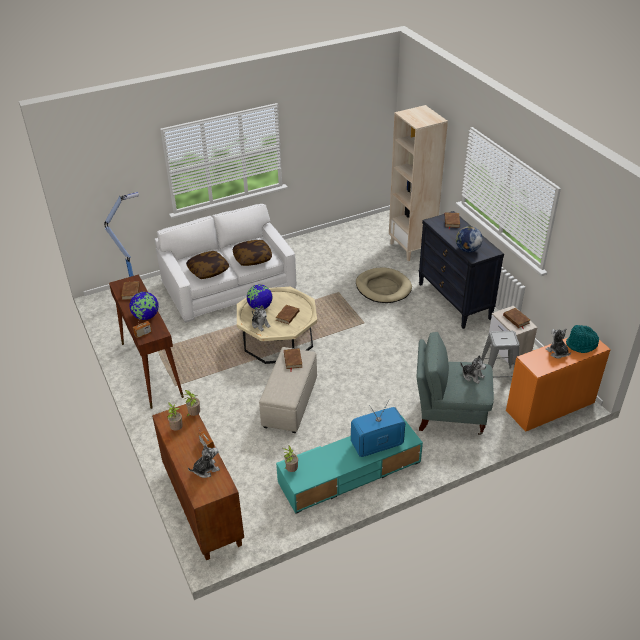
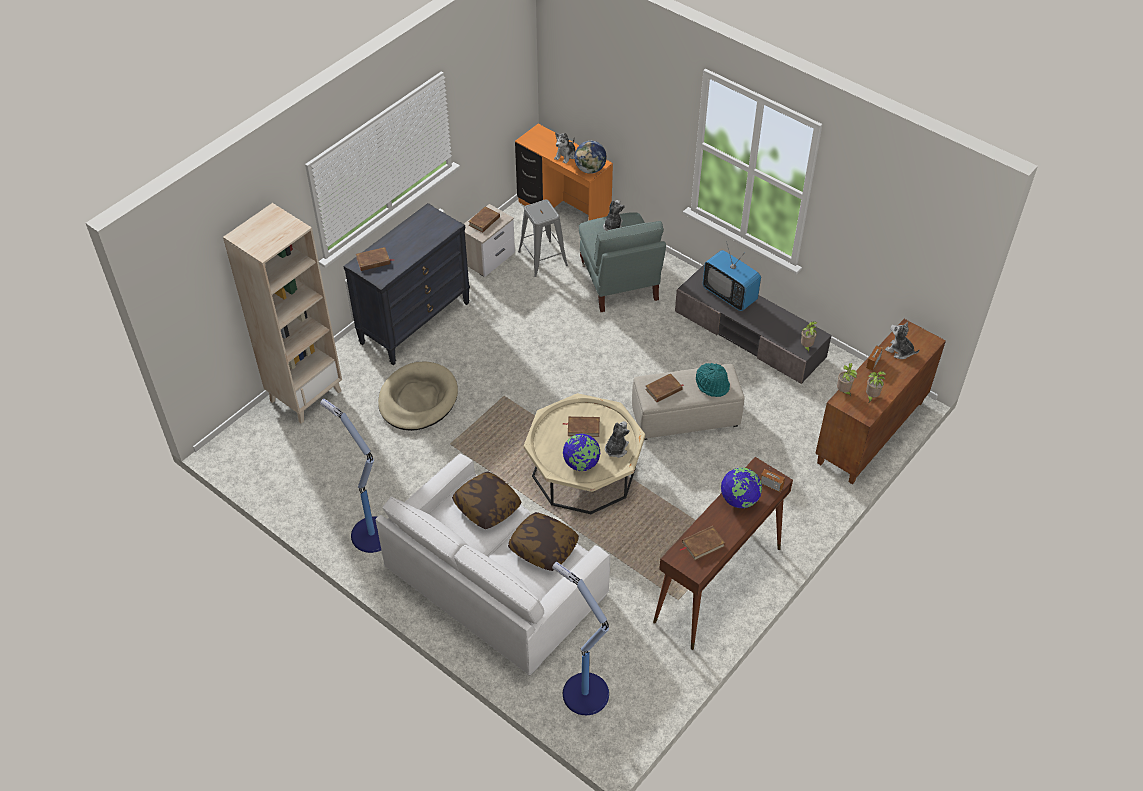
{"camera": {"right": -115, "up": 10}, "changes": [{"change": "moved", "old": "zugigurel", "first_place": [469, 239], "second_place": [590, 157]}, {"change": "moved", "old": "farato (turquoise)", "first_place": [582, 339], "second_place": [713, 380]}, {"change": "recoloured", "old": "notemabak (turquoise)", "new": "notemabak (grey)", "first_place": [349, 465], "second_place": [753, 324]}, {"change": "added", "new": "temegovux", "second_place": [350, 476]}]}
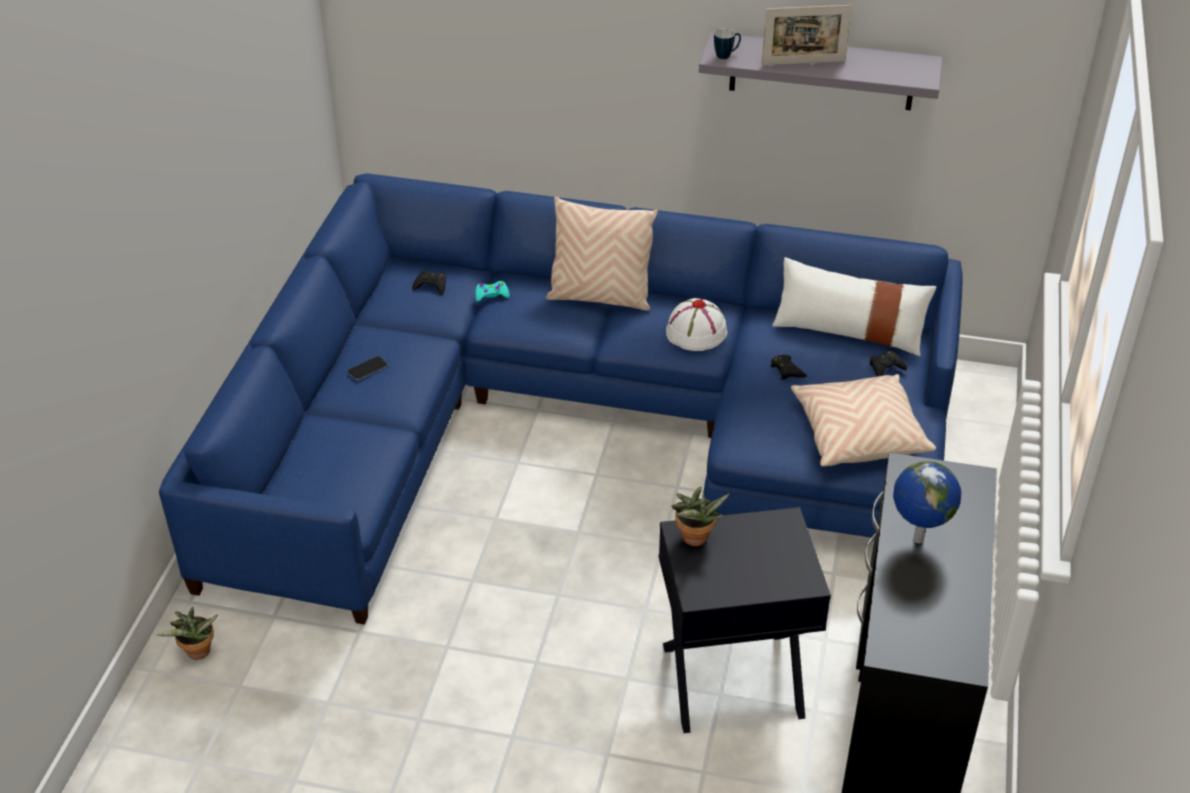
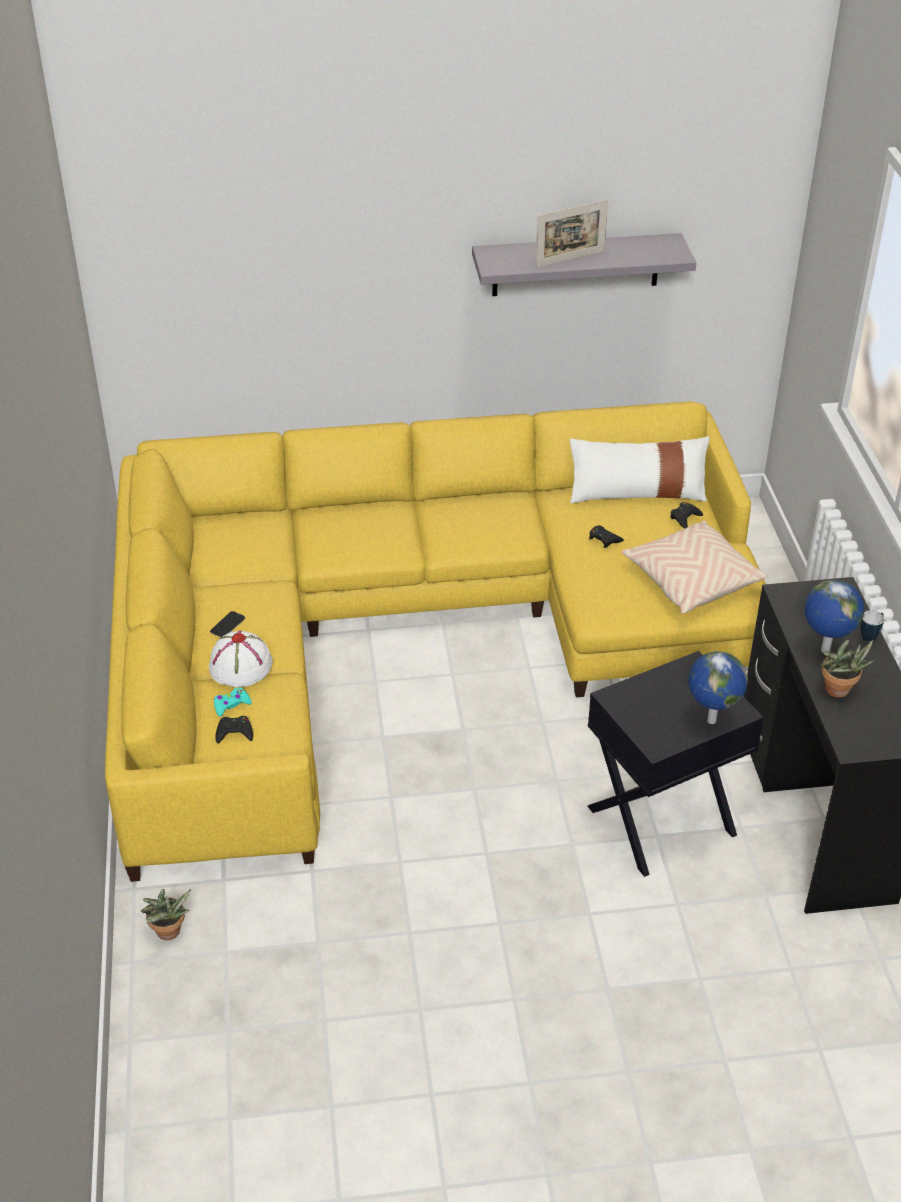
{"camera": {"right": -20, "up": 0}, "changes": [{"change": "moved", "old": "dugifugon", "first_place": [727, 43], "second_place": [872, 626]}, {"change": "recoloured", "old": "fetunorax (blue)", "new": "fetunorax (yellow)", "first_place": [561, 399], "second_place": [435, 641]}, {"change": "removed", "old": "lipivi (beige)", "first_place": [602, 254]}, {"change": "moved", "old": "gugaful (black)", "first_place": [429, 282], "second_place": [234, 729]}, {"change": "moved", "old": "gugaful (turquoise)", "first_place": [492, 291], "second_place": [233, 701]}, {"change": "moved", "old": "farato (white)", "first_place": [696, 324], "second_place": [241, 659]}, {"change": "moved", "old": "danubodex", "first_place": [700, 516], "second_place": [847, 669]}, {"change": "added", "new": "zugigurel", "second_place": [718, 687]}]}
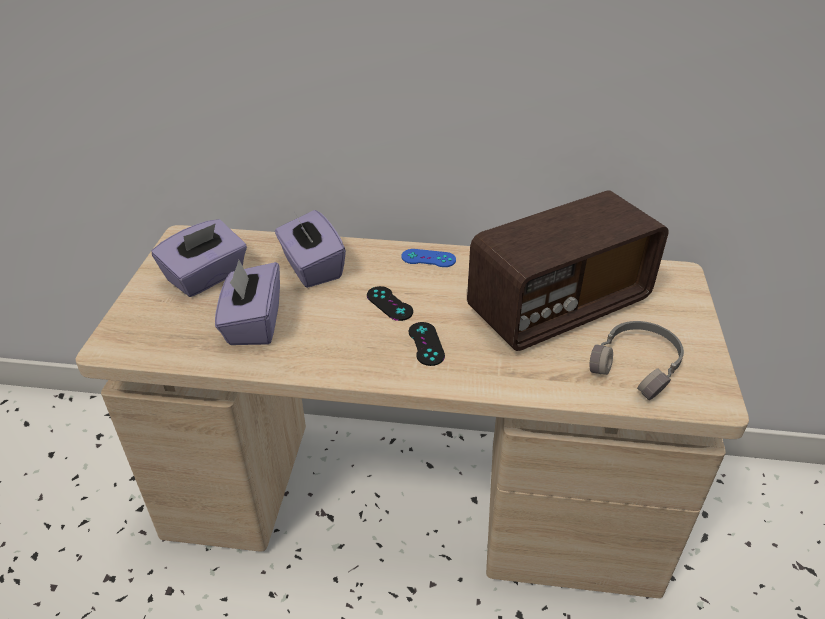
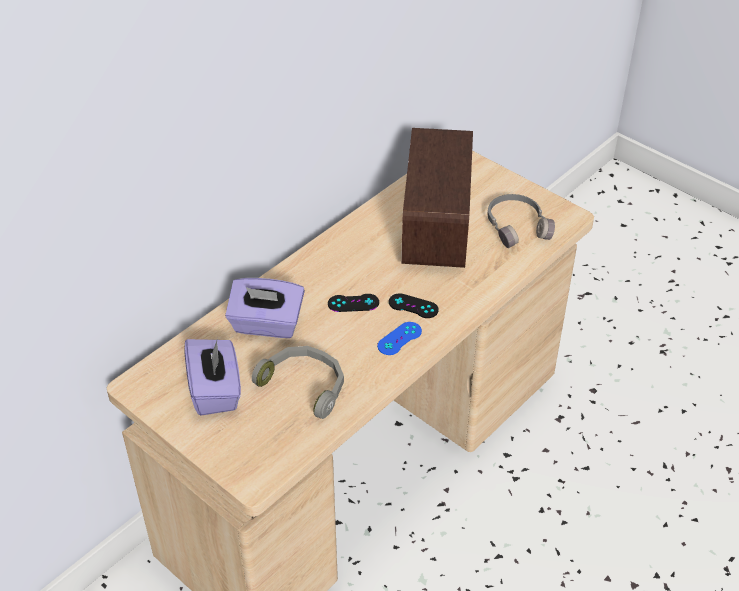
{"camera": {"right": -55, "up": 5}, "changes": [{"change": "moved", "old": "gugaful (blue)", "first_place": [428, 258], "second_place": [399, 338]}, {"change": "replaced", "old": "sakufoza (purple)", "new": "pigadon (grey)", "first_place": [247, 302], "second_place": [298, 382]}]}
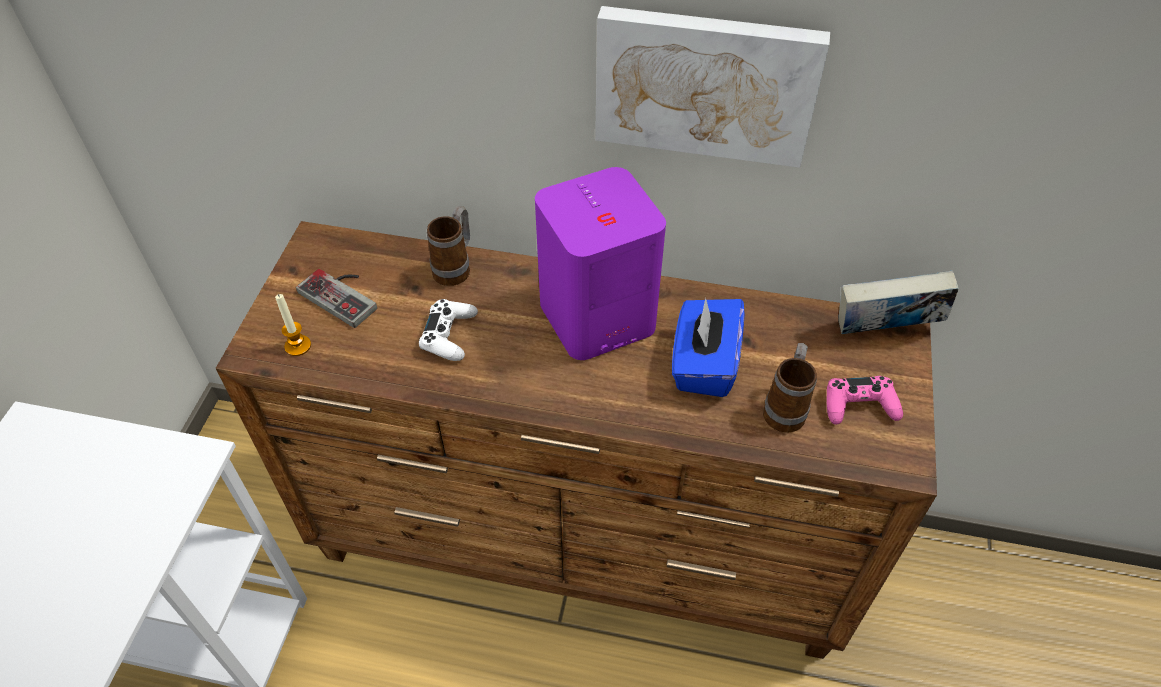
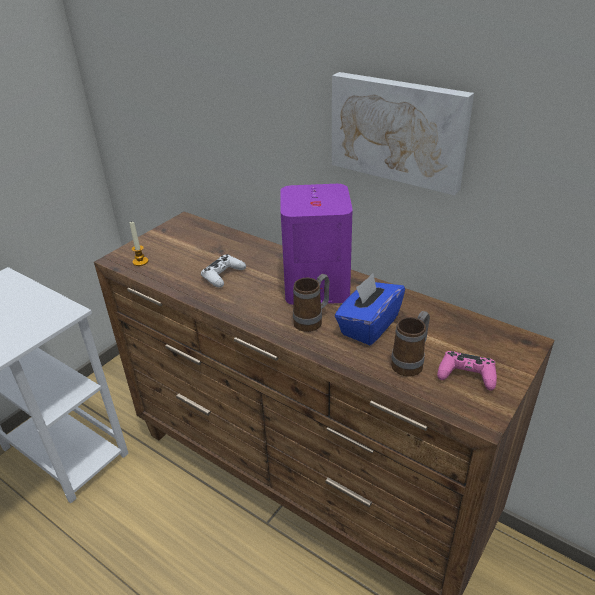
{"camera": {"right": 25, "up": -15}, "changes": [{"change": "moved", "old": "dugifugon", "first_place": [448, 246], "second_place": [311, 303]}, {"change": "removed", "old": "gugaful", "first_place": [336, 298]}, {"change": "removed", "old": "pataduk", "first_place": [898, 302]}]}
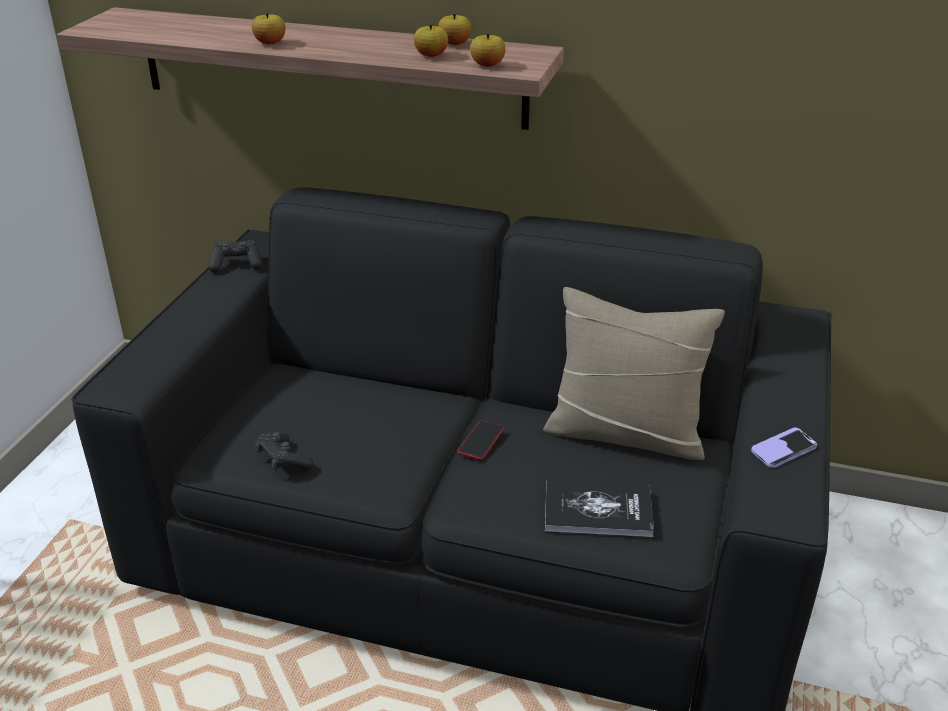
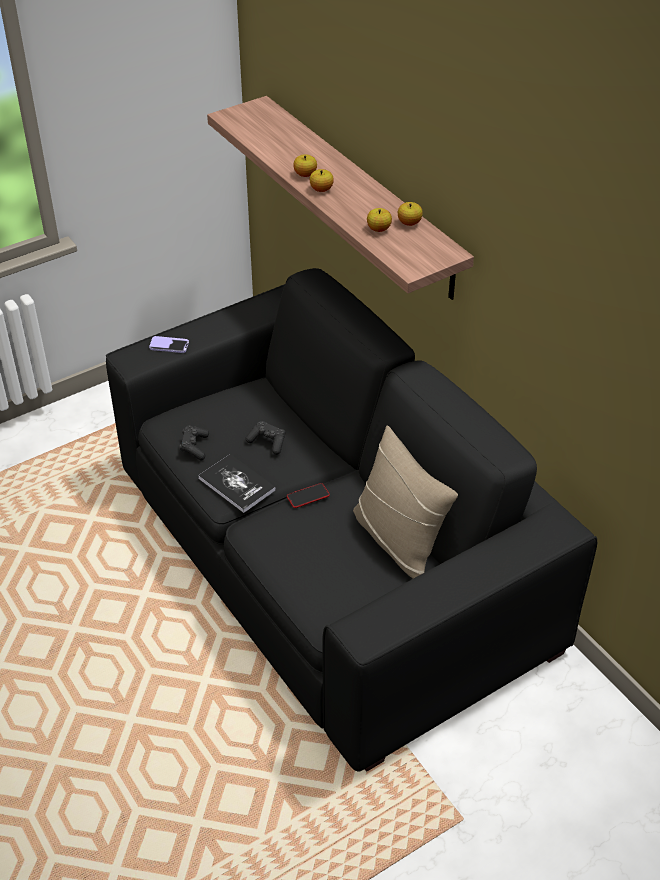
{"camera": {"right": 40, "up": 10}, "changes": [{"change": "moved", "old": "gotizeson", "first_place": [488, 50], "second_place": [322, 180]}, {"change": "moved", "old": "gugaful (black)", "first_place": [236, 256], "second_place": [265, 438]}, {"change": "moved", "old": "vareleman", "first_place": [784, 448], "second_place": [169, 344]}, {"change": "moved", "old": "pataduk", "first_place": [599, 508], "second_place": [237, 483]}]}
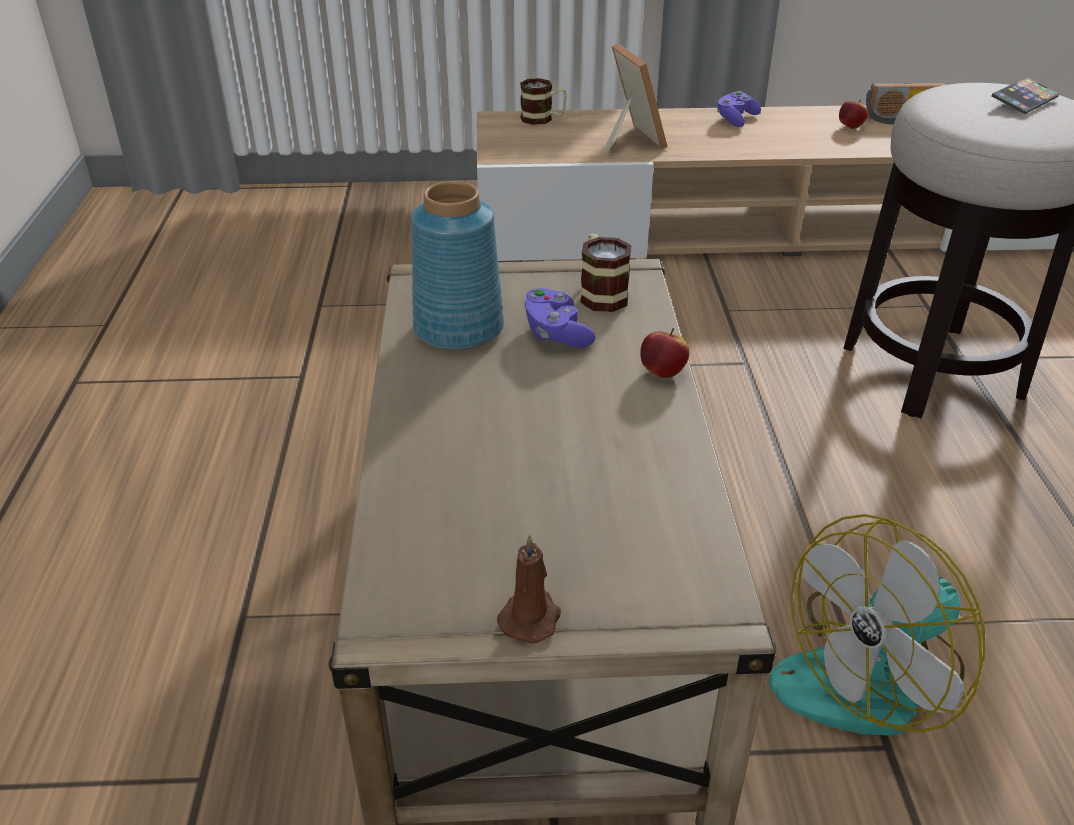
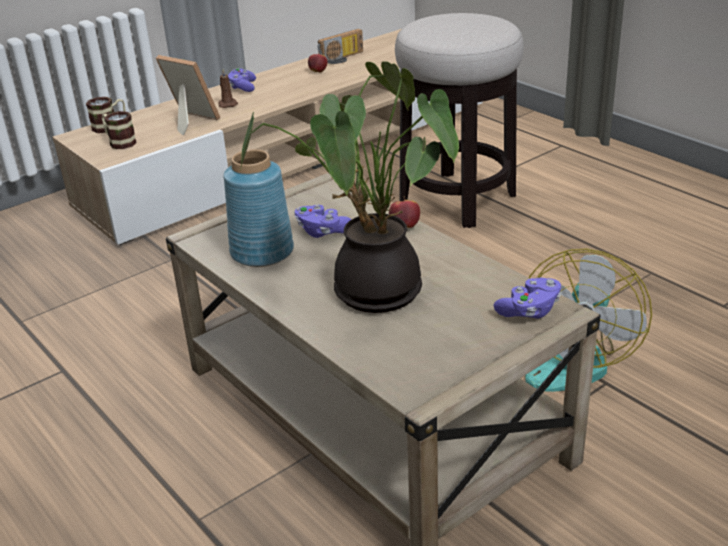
{"camera": {"right": -35, "up": -5}, "changes": [{"change": "removed", "old": "vareleman", "first_place": [1025, 95]}, {"change": "moved", "old": "dugifugon", "first_place": [606, 273], "second_place": [119, 130]}, {"change": "moved", "old": "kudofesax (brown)", "first_place": [529, 589], "second_place": [228, 88]}, {"change": "added", "new": "danubodex", "second_place": [349, 187]}, {"change": "added", "new": "gugaful (purple)", "second_place": [527, 298]}]}
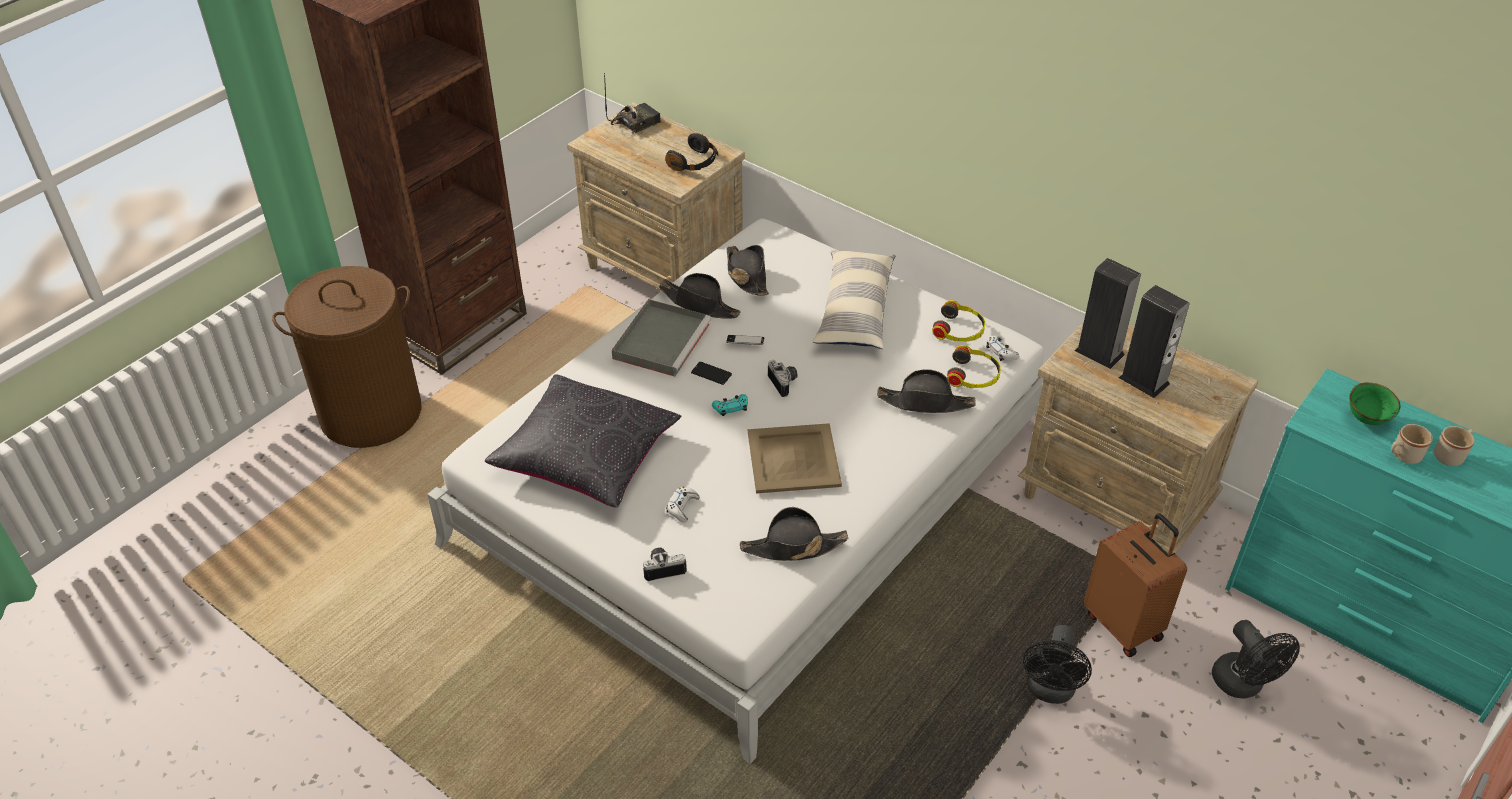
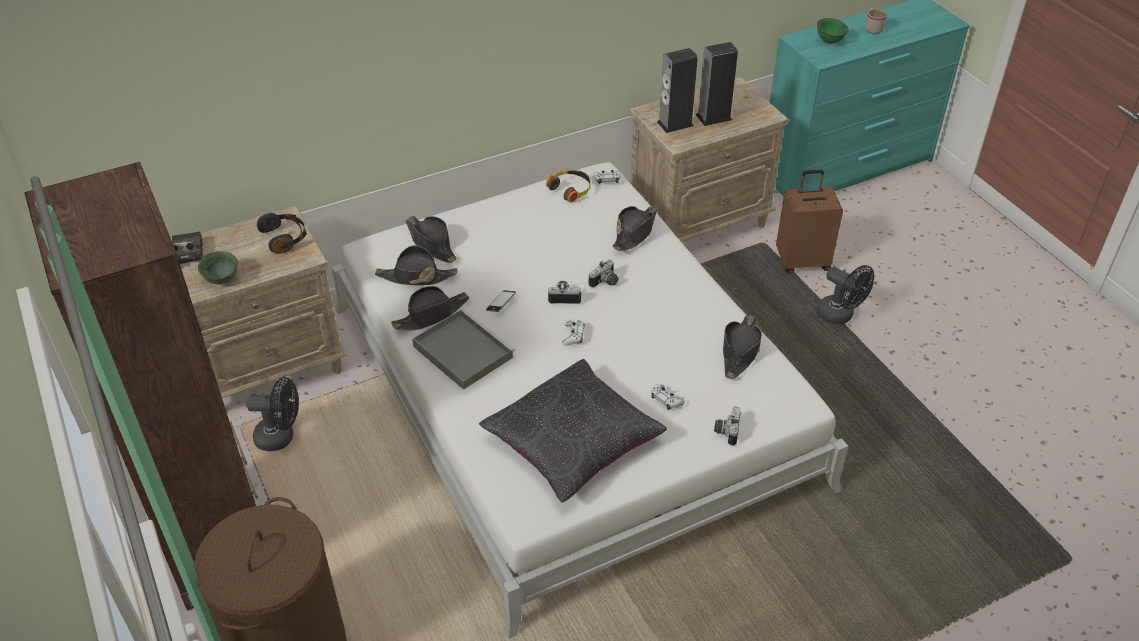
{"camera": {"right": -65, "up": 0}, "changes": [{"change": "removed", "old": "lipivi", "first_place": [853, 299]}, {"change": "removed", "old": "pigadon", "first_place": [974, 366]}, {"change": "removed", "old": "vareleman", "first_place": [711, 373]}, {"change": "recoloured", "old": "gugaful (turquoise)", "new": "gugaful (white)", "first_place": [730, 405], "second_place": [573, 332]}, {"change": "removed", "old": "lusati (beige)", "first_place": [795, 458]}, {"change": "removed", "old": "dugifugon (beige)", "first_place": [1412, 444]}, {"change": "moved", "old": "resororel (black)", "first_place": [1256, 659], "second_place": [272, 414]}, {"change": "added", "new": "farato (black)", "second_place": [431, 239]}, {"change": "added", "new": "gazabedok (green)", "second_place": [218, 267]}, {"change": "added", "new": "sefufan", "second_place": [603, 273]}]}
